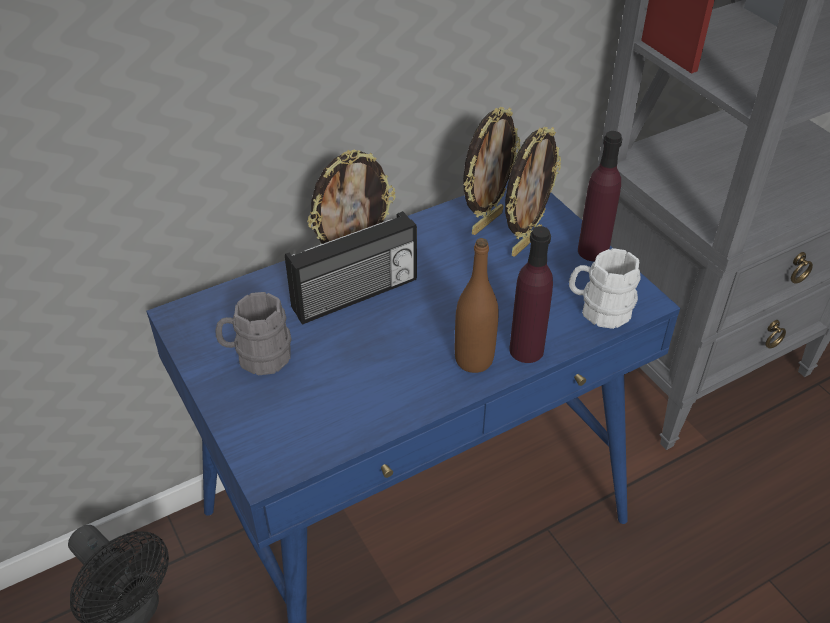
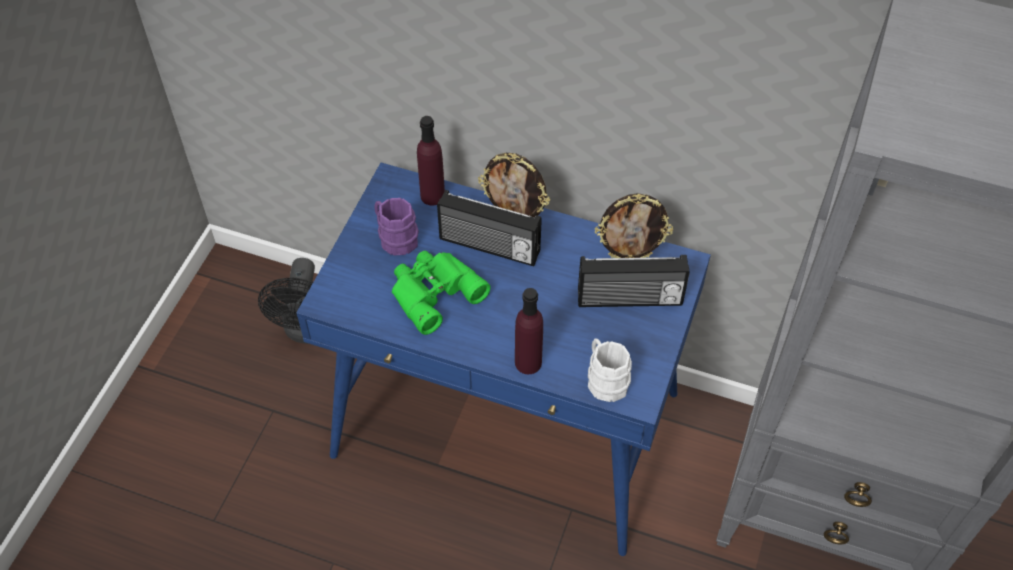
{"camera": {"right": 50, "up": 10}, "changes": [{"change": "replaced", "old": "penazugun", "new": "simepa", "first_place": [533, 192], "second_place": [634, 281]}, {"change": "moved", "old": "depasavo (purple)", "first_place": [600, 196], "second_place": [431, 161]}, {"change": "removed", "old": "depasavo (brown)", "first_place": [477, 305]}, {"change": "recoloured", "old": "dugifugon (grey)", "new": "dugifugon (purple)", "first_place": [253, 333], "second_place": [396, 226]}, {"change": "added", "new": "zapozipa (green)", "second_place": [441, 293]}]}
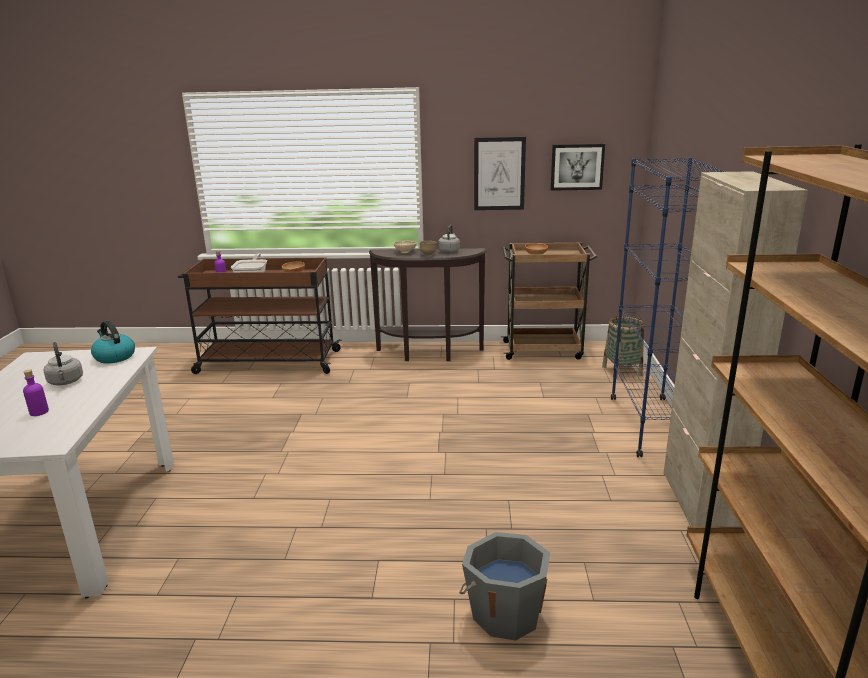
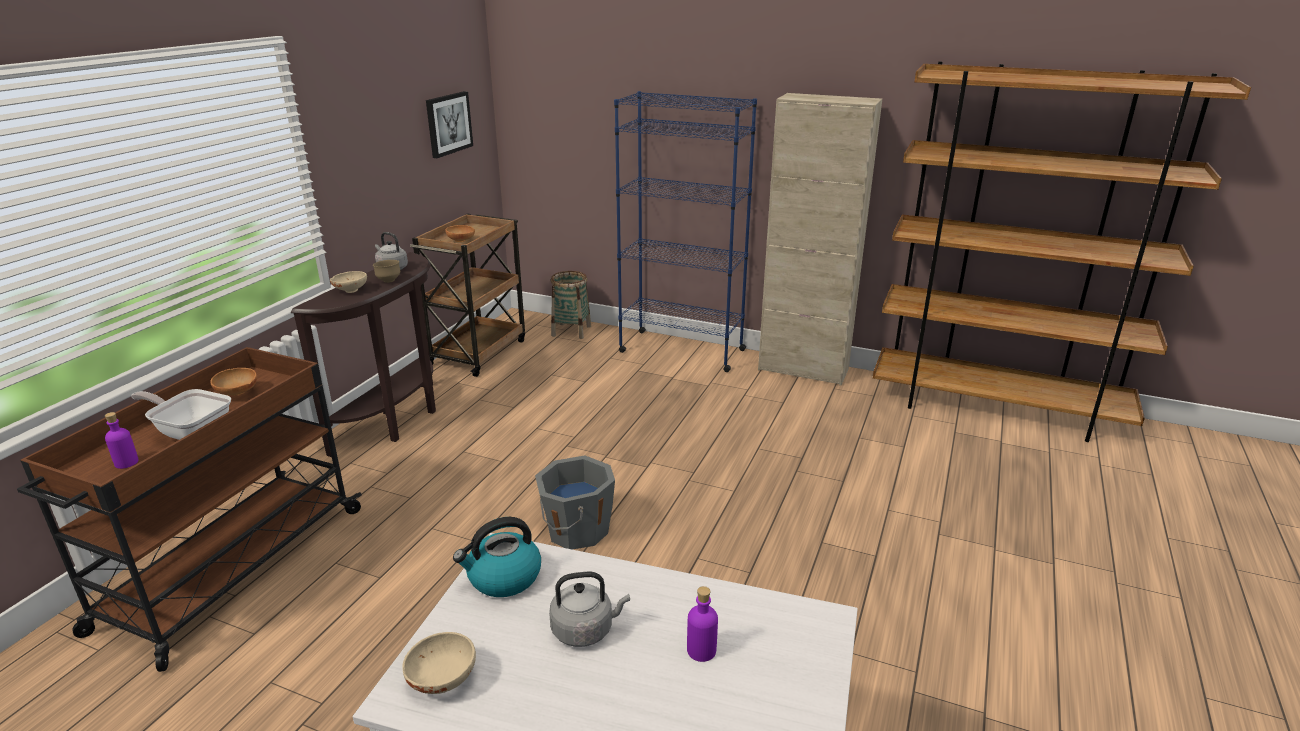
{"camera": {"right": -70, "up": 5}, "changes": [{"change": "removed", "old": "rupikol", "first_place": [500, 173]}, {"change": "moved", "old": "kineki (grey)", "first_place": [504, 586], "second_place": [575, 502]}, {"change": "added", "new": "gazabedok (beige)", "second_place": [439, 663]}]}
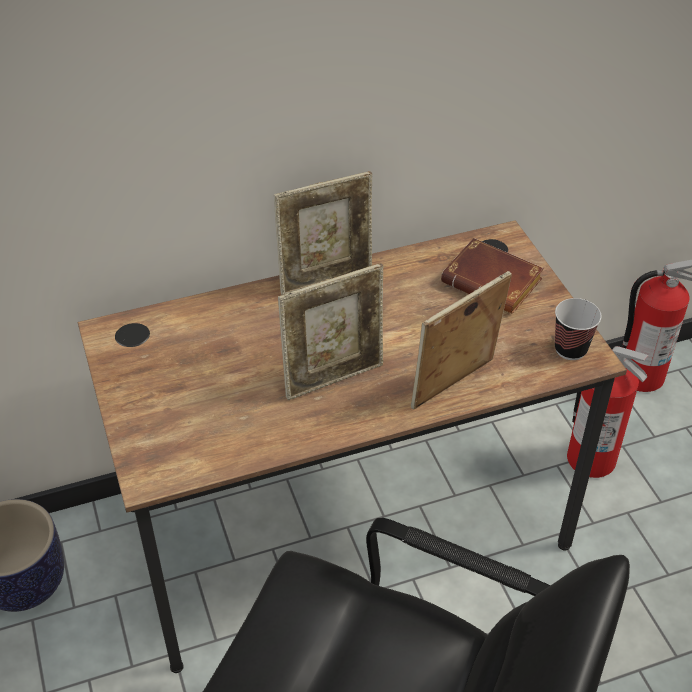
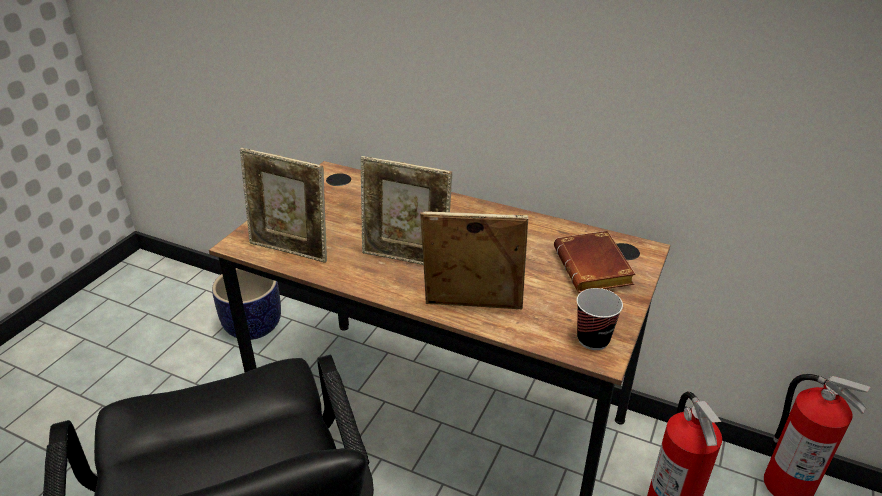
{"camera": {"right": 45, "up": -10}, "changes": [{"change": "moved", "old": "penazugun", "first_place": [323, 233], "second_place": [283, 205]}]}
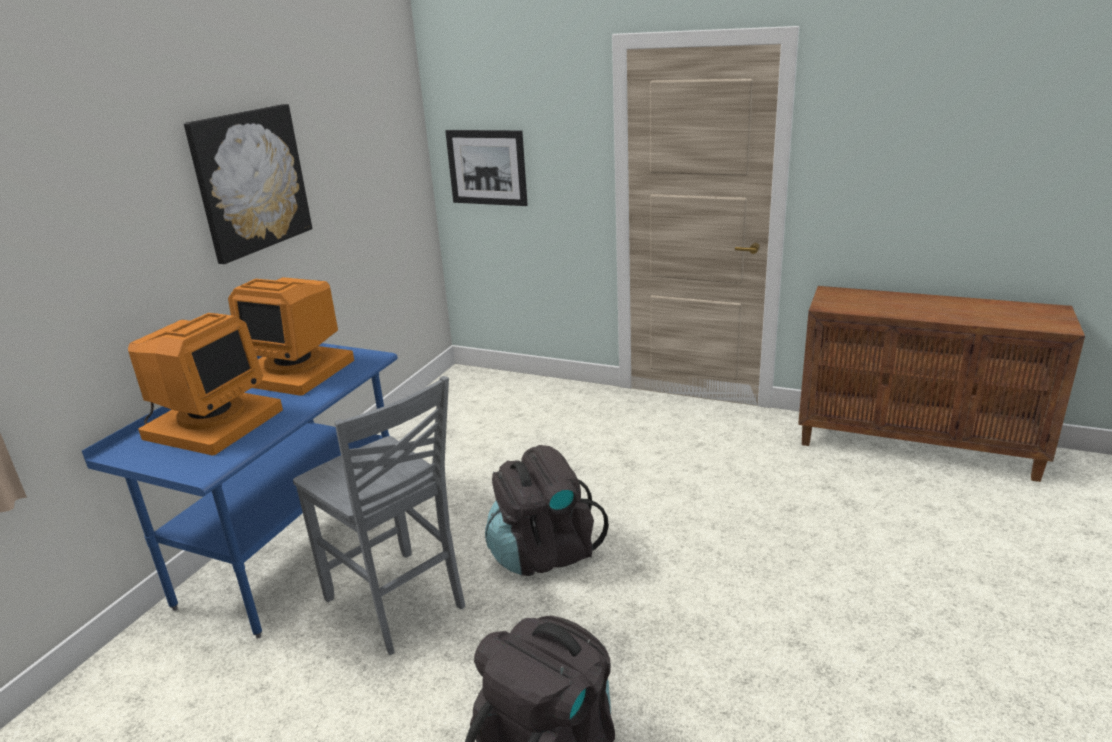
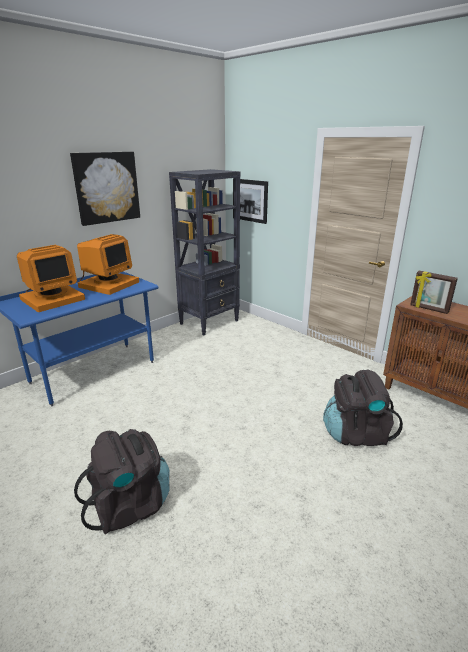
{"camera": {"right": 20, "up": 0}, "changes": [{"change": "turned", "old": "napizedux", "first_place": [291, 336], "second_place": [108, 264], "degrees": -105}, {"change": "removed", "old": "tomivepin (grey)", "first_place": [379, 515]}, {"change": "moved", "old": "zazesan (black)", "first_place": [547, 510], "second_place": [363, 408]}, {"change": "added", "new": "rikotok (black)", "second_place": [205, 252]}, {"change": "added", "new": "penazugun", "second_place": [434, 292]}]}
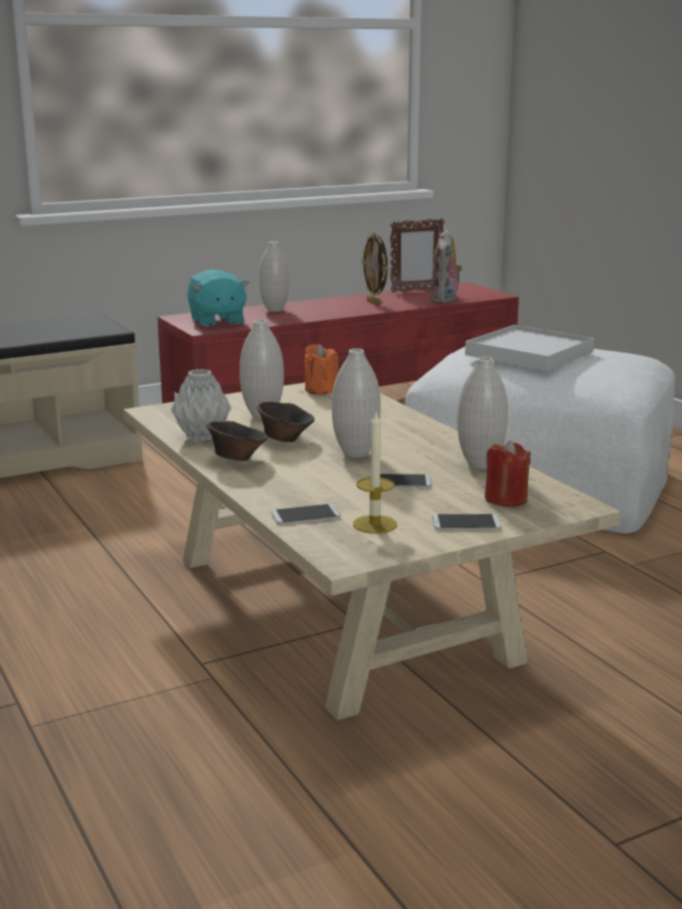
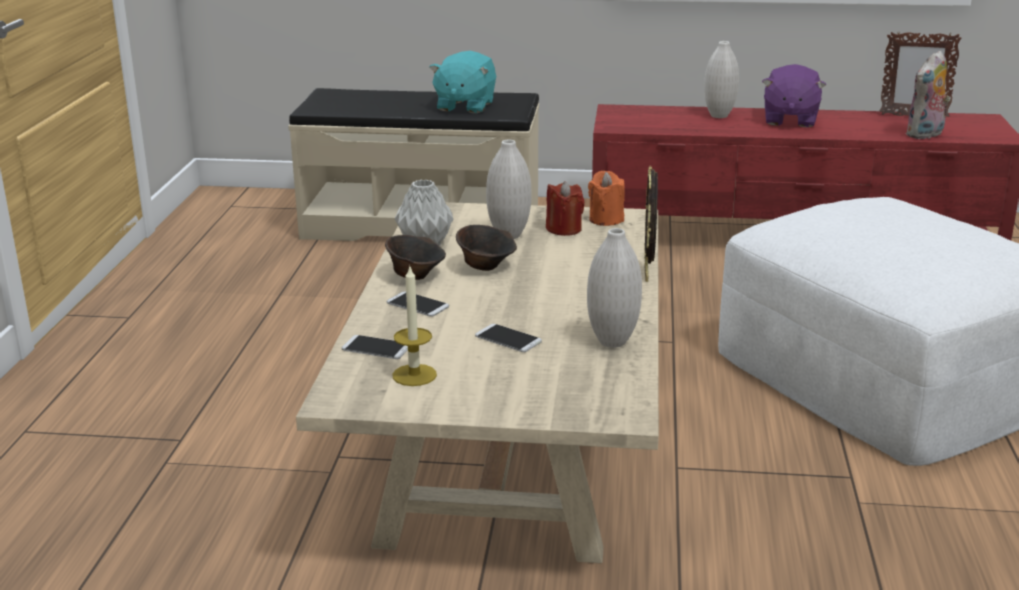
{"camera": {"right": 35, "up": 5}, "changes": [{"change": "moved", "old": "penazugun", "first_place": [374, 268], "second_place": [651, 224]}, {"change": "moved", "old": "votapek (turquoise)", "first_place": [218, 298], "second_place": [462, 82]}, {"change": "removed", "old": "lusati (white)", "first_place": [529, 348]}, {"change": "removed", "old": "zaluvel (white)", "first_place": [356, 402]}, {"change": "moved", "old": "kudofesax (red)", "first_place": [508, 473], "second_place": [565, 208]}, {"change": "moved", "old": "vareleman", "first_place": [467, 522], "second_place": [418, 304]}, {"change": "added", "new": "votapek (purple)", "second_place": [794, 95]}]}
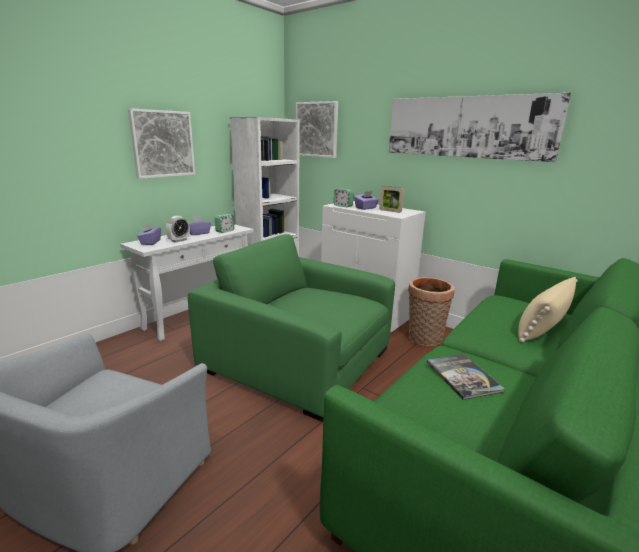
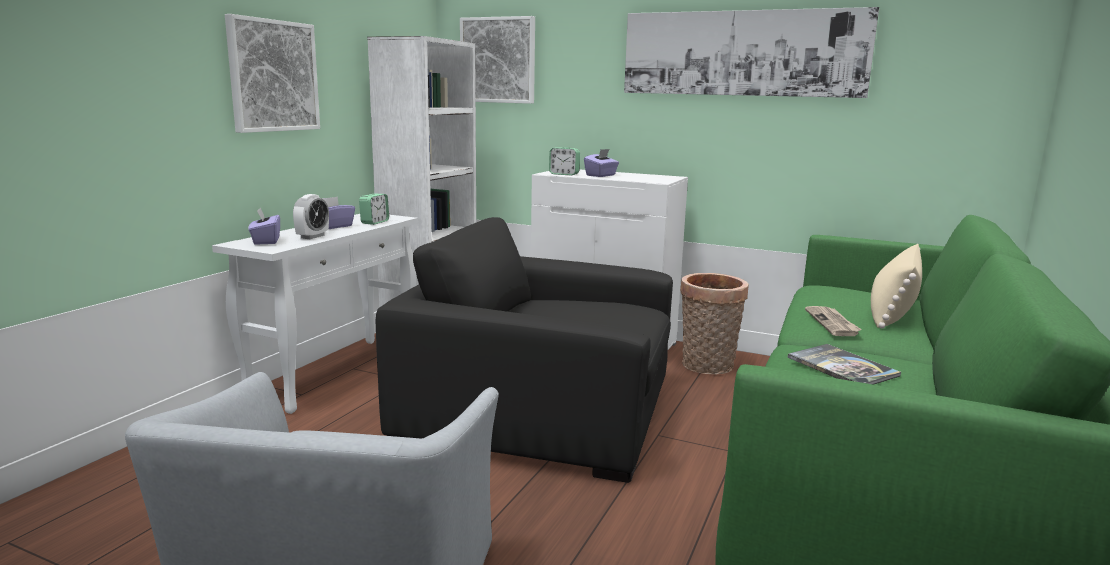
{"camera": {"right": -15, "up": -5}, "changes": [{"change": "removed", "old": "penazugun", "first_place": [391, 199]}, {"change": "recoloured", "old": "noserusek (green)", "new": "noserusek (black)", "first_place": [291, 328], "second_place": [524, 350]}, {"change": "added", "new": "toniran", "second_place": [833, 321]}]}
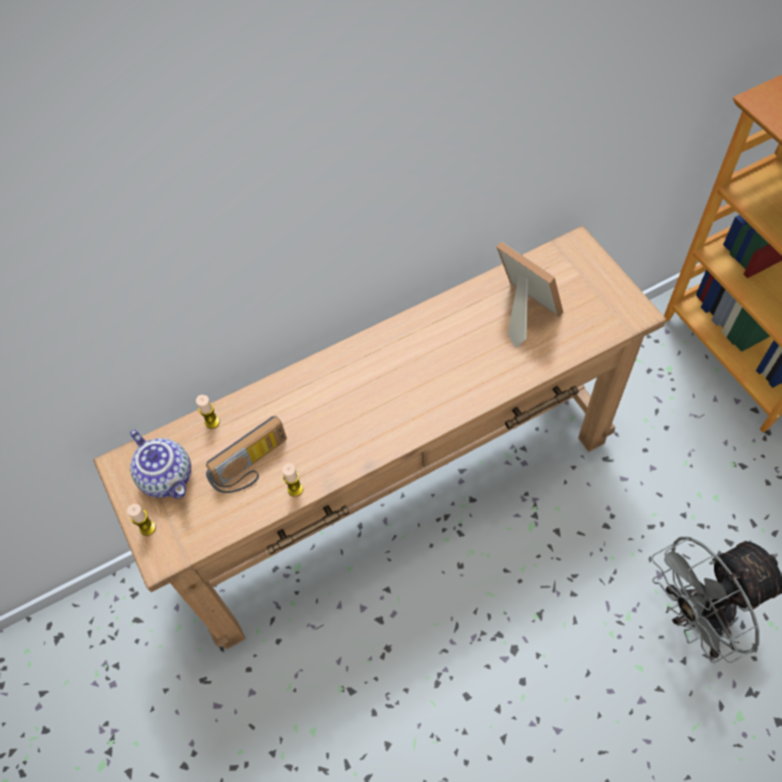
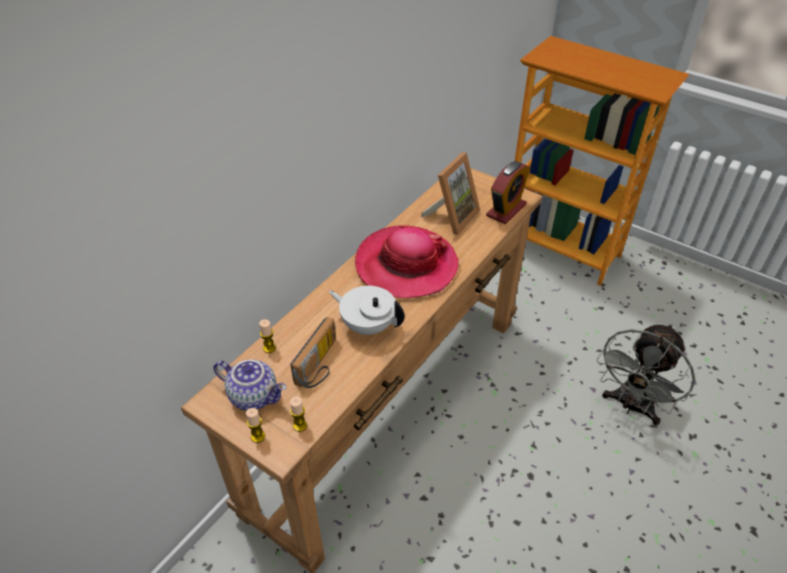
{"camera": {"right": -30, "up": -15}, "changes": [{"change": "turned", "old": "penazugun", "first_place": [530, 294], "second_place": [450, 193], "degrees": 105}, {"change": "moved", "old": "kudofesax", "first_place": [292, 480], "second_place": [298, 414]}, {"change": "added", "new": "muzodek", "second_place": [508, 192]}, {"change": "added", "new": "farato", "second_place": [407, 261]}, {"change": "added", "new": "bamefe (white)", "second_place": [367, 310]}]}
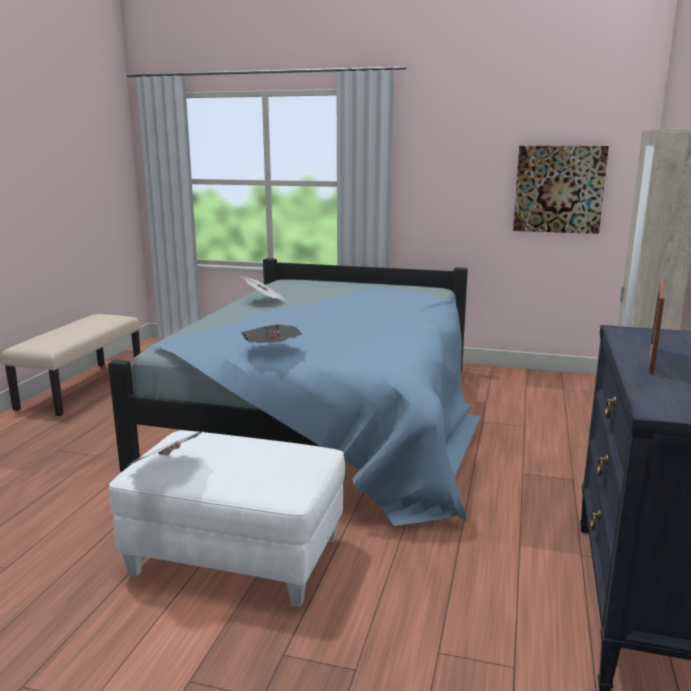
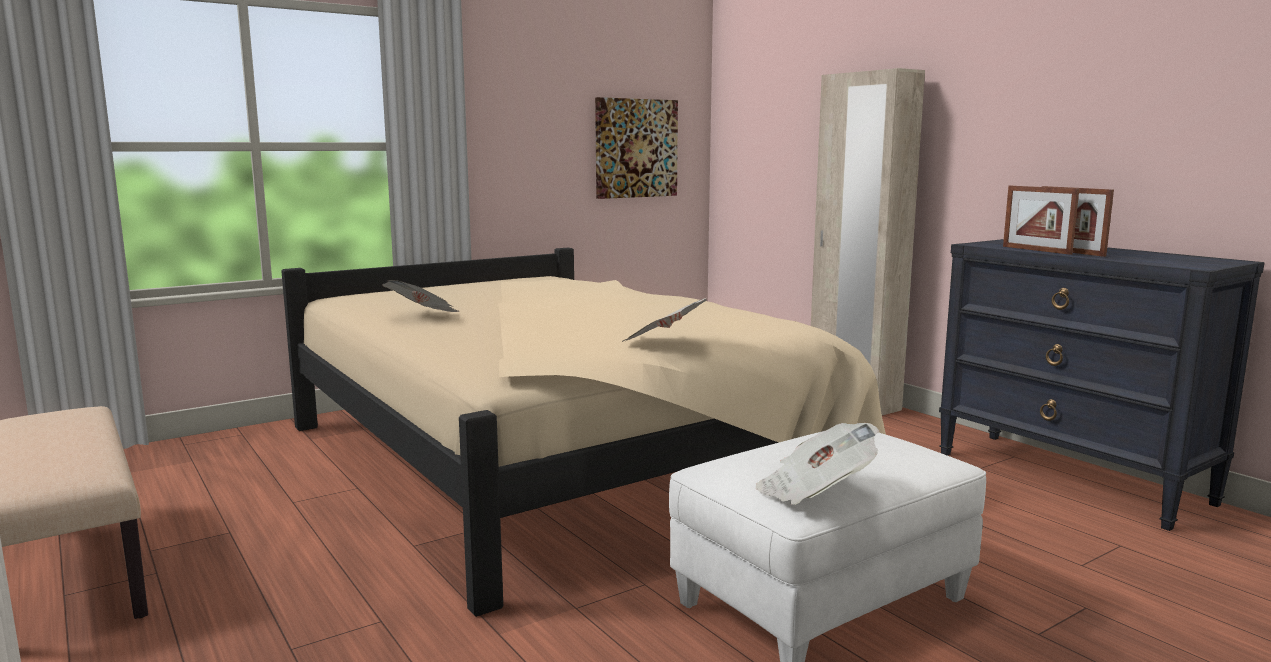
{"camera": {"right": -50, "up": -5}, "changes": [{"change": "recoloured", "old": "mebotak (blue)", "new": "mebotak (beige)", "first_place": [294, 392], "second_place": [583, 432]}, {"change": "added", "new": "penazugun", "second_place": [1041, 220]}]}
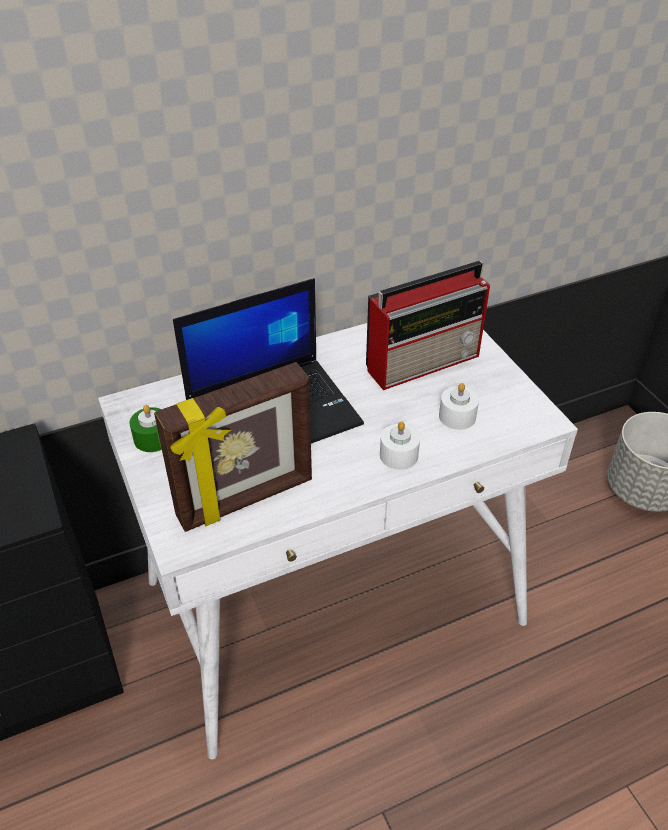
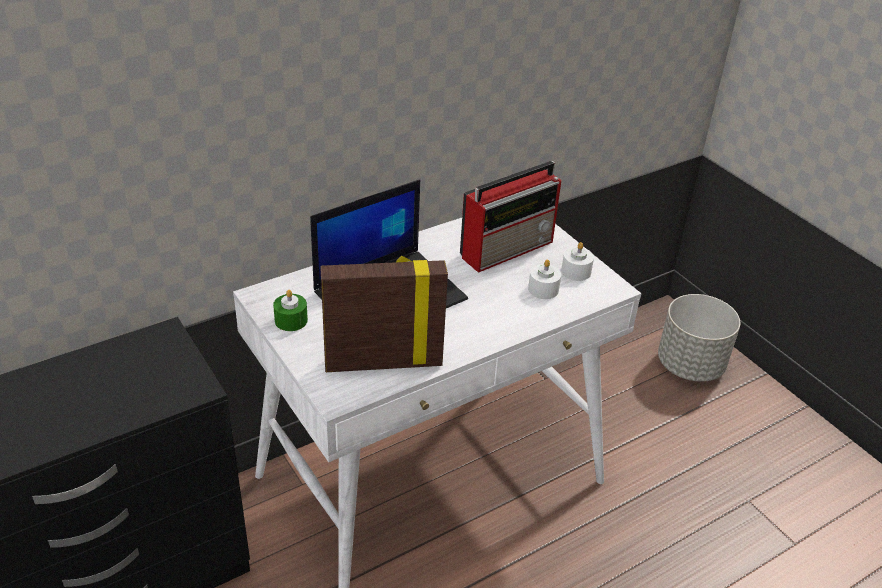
{"camera": {"right": -10, "up": -5}, "changes": [{"change": "turned", "old": "penazugun", "first_place": [233, 447], "second_place": [384, 314], "degrees": -150}, {"change": "moved", "old": "kudofesax (white)", "first_place": [400, 445], "second_place": [577, 261]}]}
